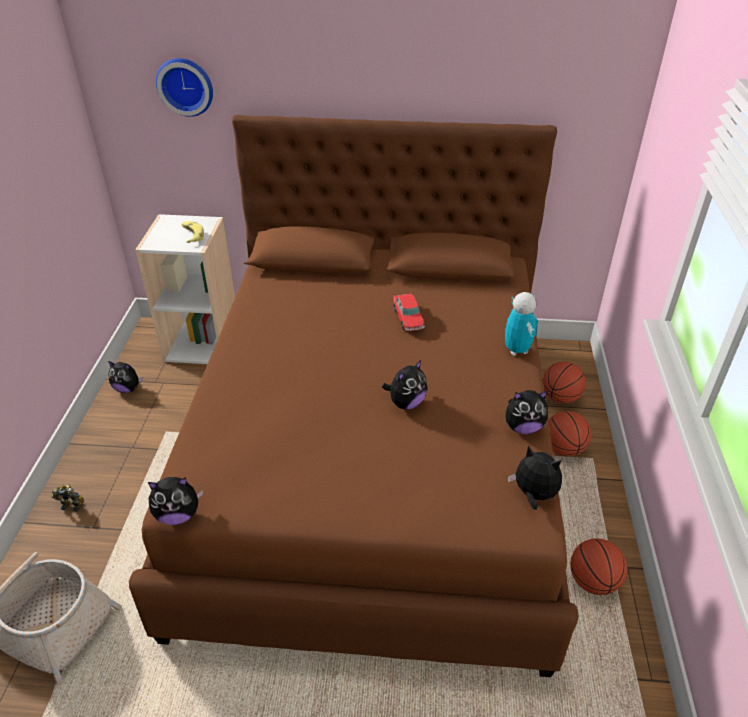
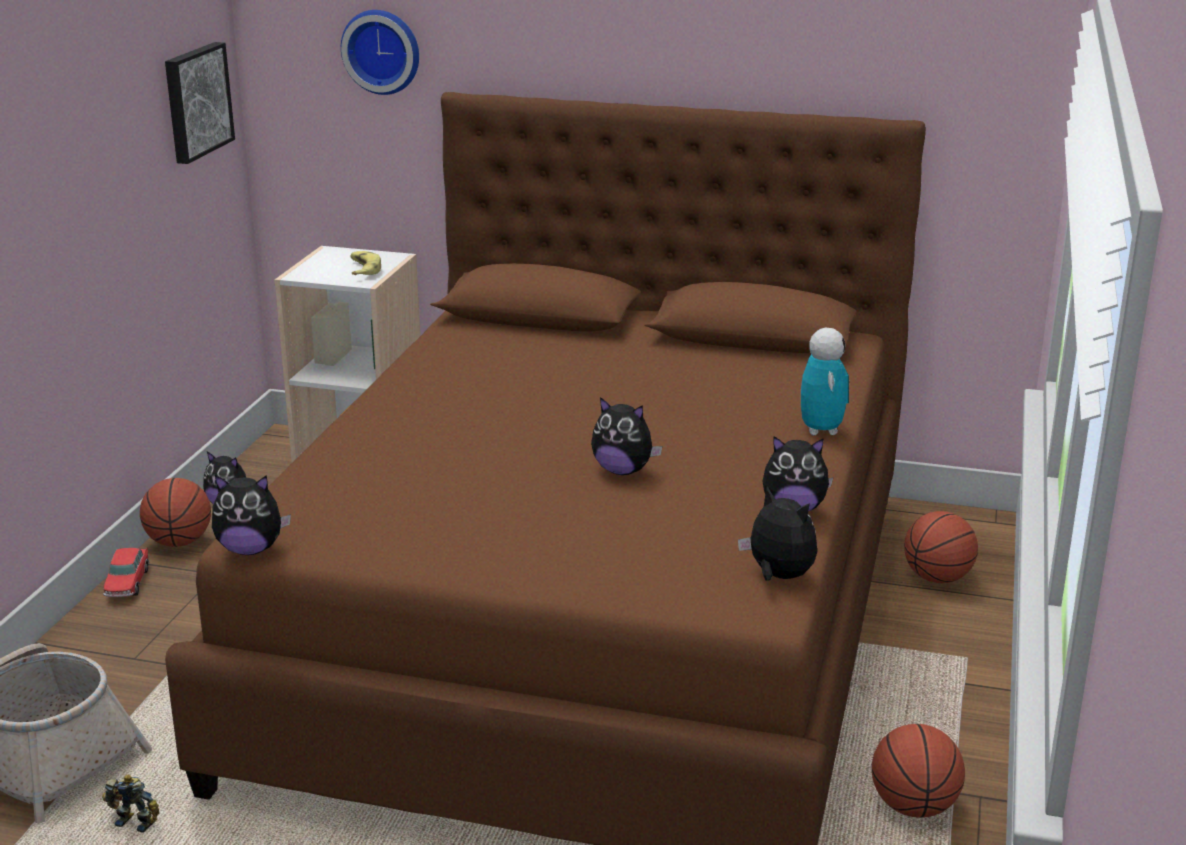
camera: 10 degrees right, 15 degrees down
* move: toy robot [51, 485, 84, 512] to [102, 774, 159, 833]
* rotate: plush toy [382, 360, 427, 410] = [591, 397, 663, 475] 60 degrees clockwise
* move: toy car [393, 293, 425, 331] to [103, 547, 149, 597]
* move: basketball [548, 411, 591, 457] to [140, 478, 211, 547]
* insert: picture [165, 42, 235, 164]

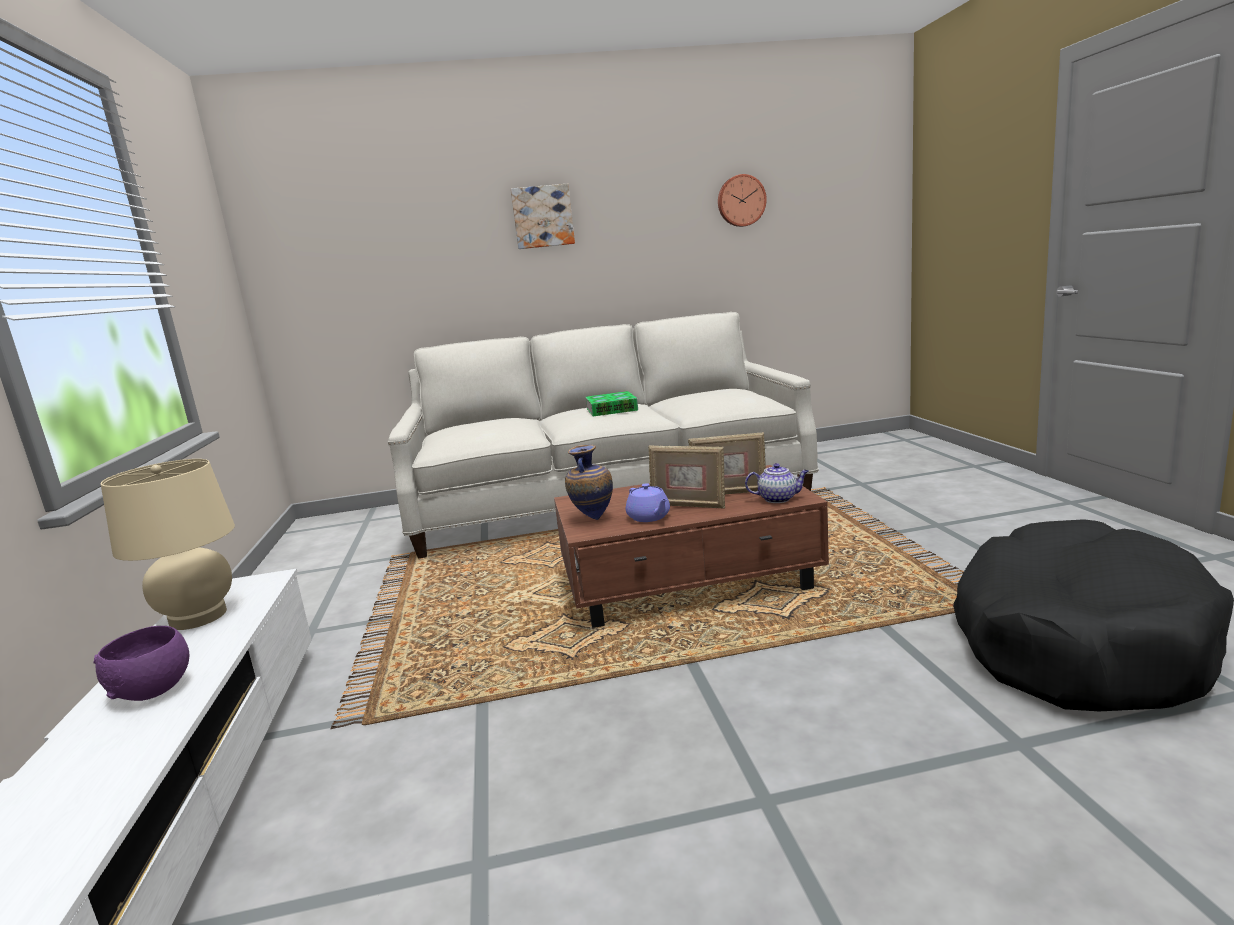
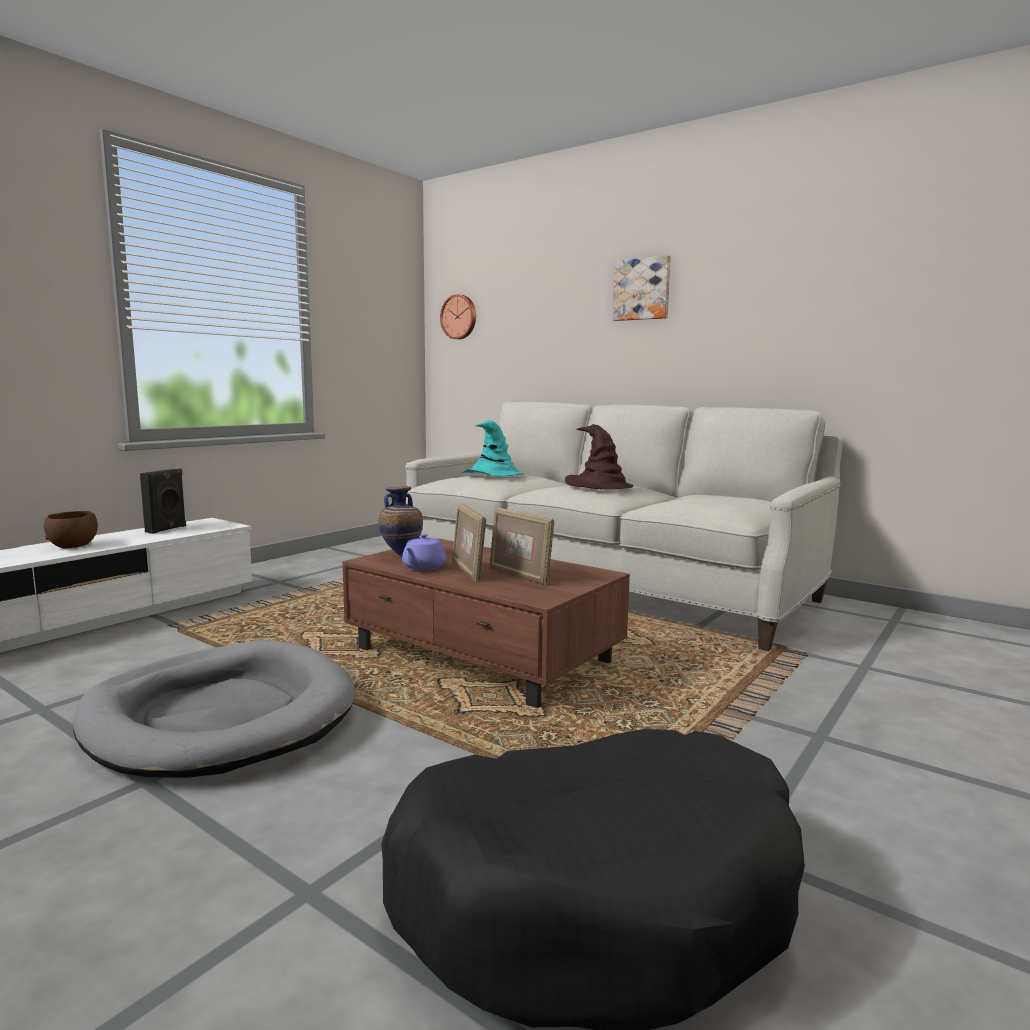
camera: 45 degrees right, 5 degrees down
* recolor: bowl in purple [93, 626, 189, 701] to bowl in brown [44, 511, 98, 549]
* replace: table lamp in beige [101, 459, 235, 630] to speaker in black [140, 469, 186, 534]
* replace: book [585, 391, 638, 416] to hat in brown [565, 424, 633, 490]
* move: wall clock [718, 174, 767, 227] to [440, 294, 476, 339]
* delete: teapot [745, 463, 809, 503]
* insert: dog bed in grey [73, 640, 356, 778]
* insert: hat in turquoise [461, 420, 524, 476]

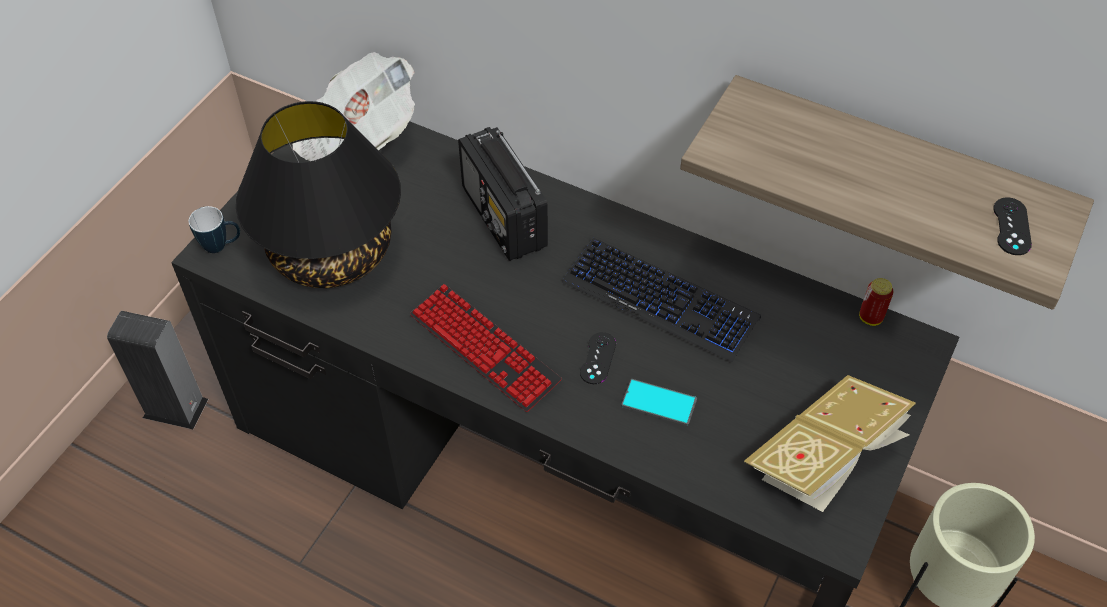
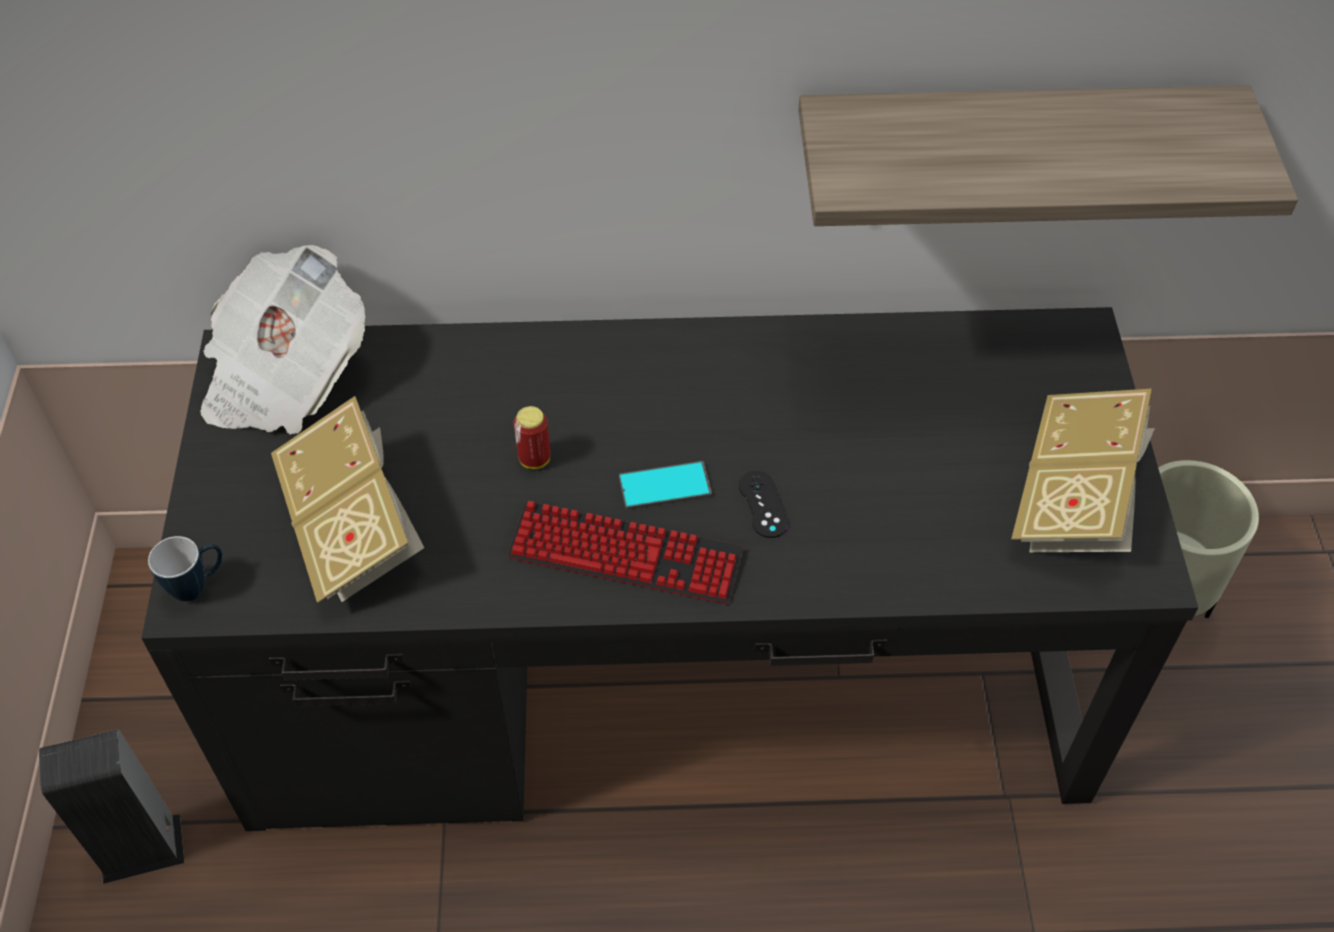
camera: 30 degrees left, 0 degrees up
* replace: table lamp in black [236, 101, 401, 288] to book [271, 396, 424, 603]
* delete: radio [458, 127, 548, 261]
* delete: keyboard [562, 238, 761, 362]
* move: phone [622, 379, 697, 426] to [619, 461, 712, 510]
* move: can [859, 278, 893, 326] to [514, 406, 550, 469]
* delete: game controller in black [993, 197, 1032, 255]

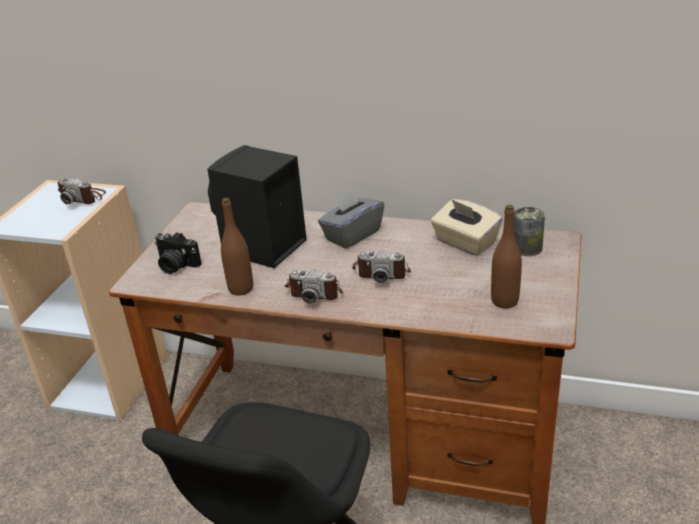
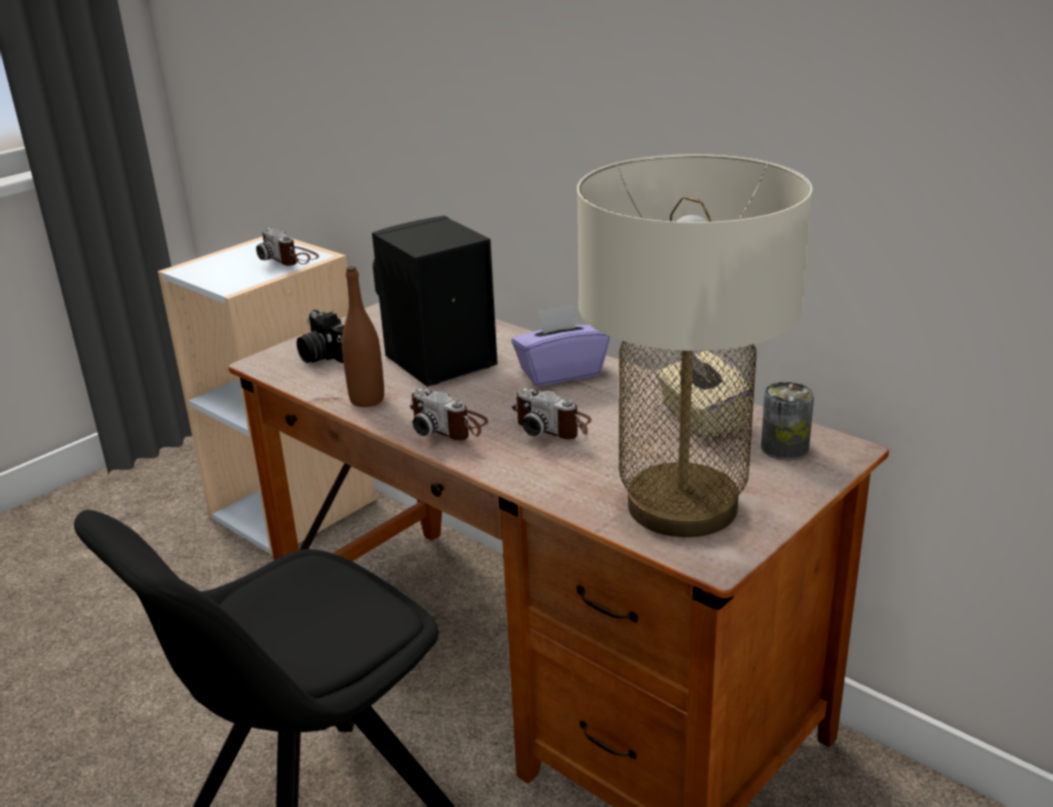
camera: 25 degrees right, 5 degrees down
* recolor: tissue box in grey [318, 188, 384, 249] to tissue box in purple [511, 304, 610, 386]
* replace: bottle in brown [491, 205, 522, 308] to table lamp [577, 154, 813, 537]

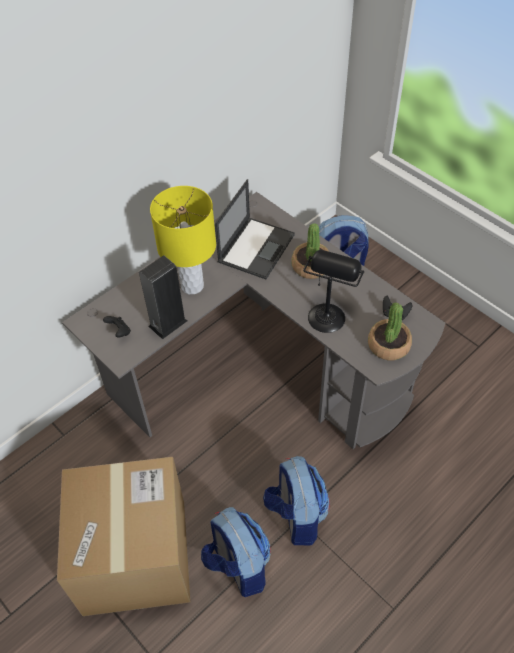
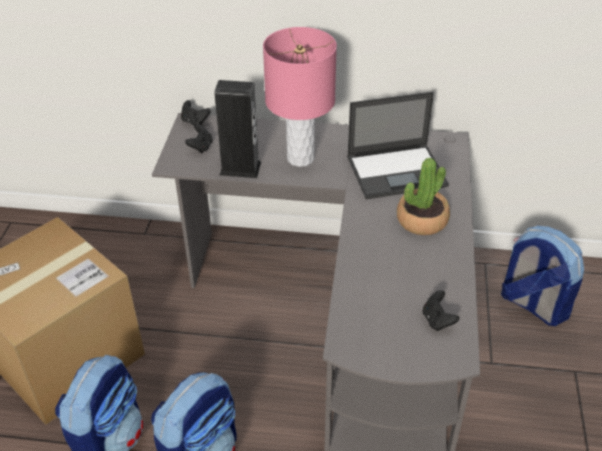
camera: 50 degrees right, 10 degrees down
* recolor: table lamp in yellow [150, 186, 216, 294] to table lamp in pink [263, 27, 337, 167]
* delete: table lamp in black [303, 250, 364, 333]
* delete: potted plant [368, 302, 412, 360]
* insert: game controller in black [181, 100, 211, 126]

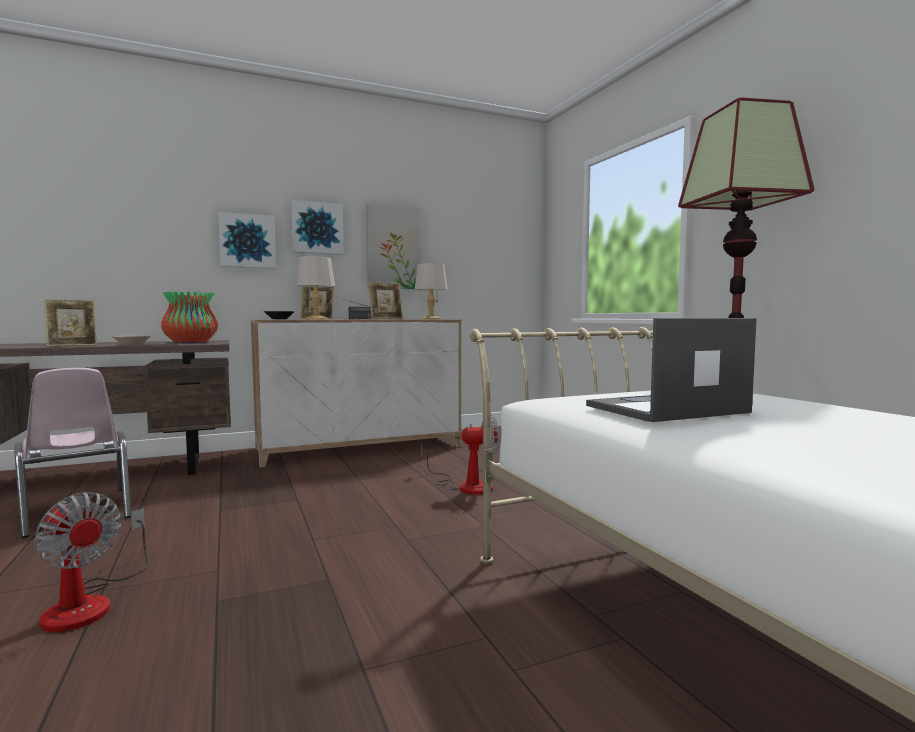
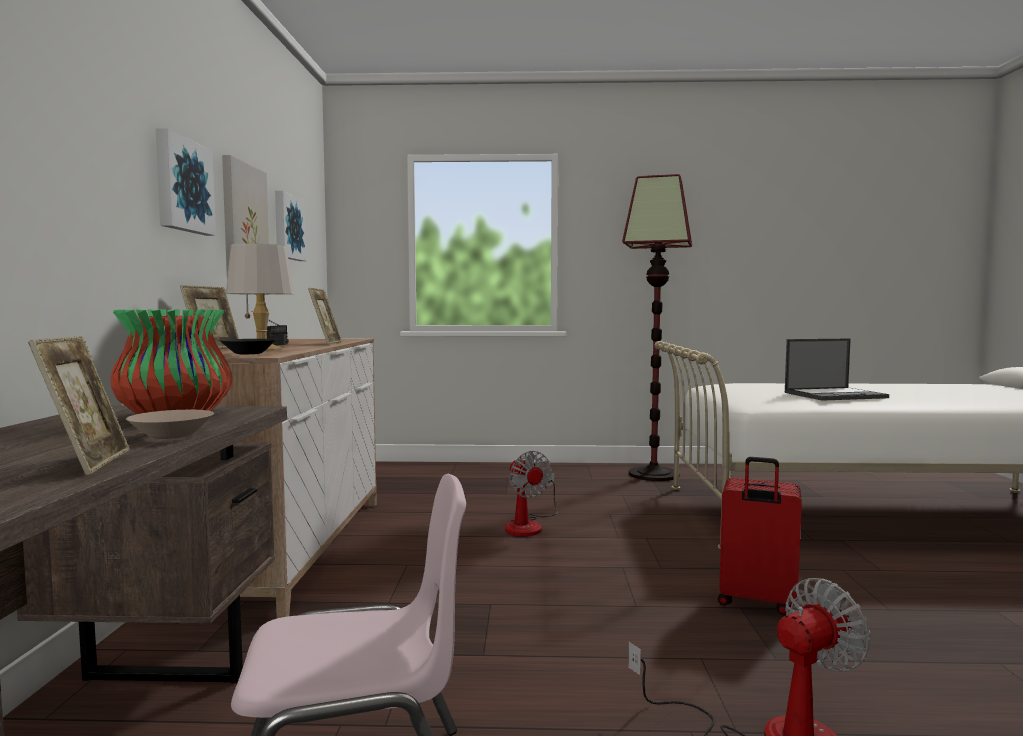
camera: 65 degrees left, 0 degrees up
* move: picture [218, 212, 276, 269] to [275, 191, 307, 261]
* delete: table lamp in grey [414, 263, 448, 319]
* rotate: fan [421, 416, 499, 495] = [505, 451, 558, 536] 135 degrees clockwise
* rotate: laptop [586, 318, 757, 422] = [785, 338, 889, 401] 105 degrees counterclockwise
* insert: suitcase in red [718, 457, 802, 615]

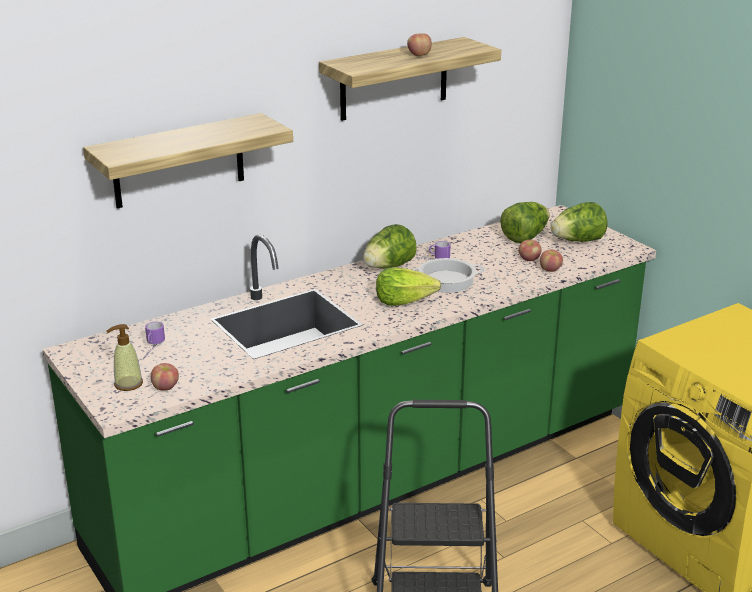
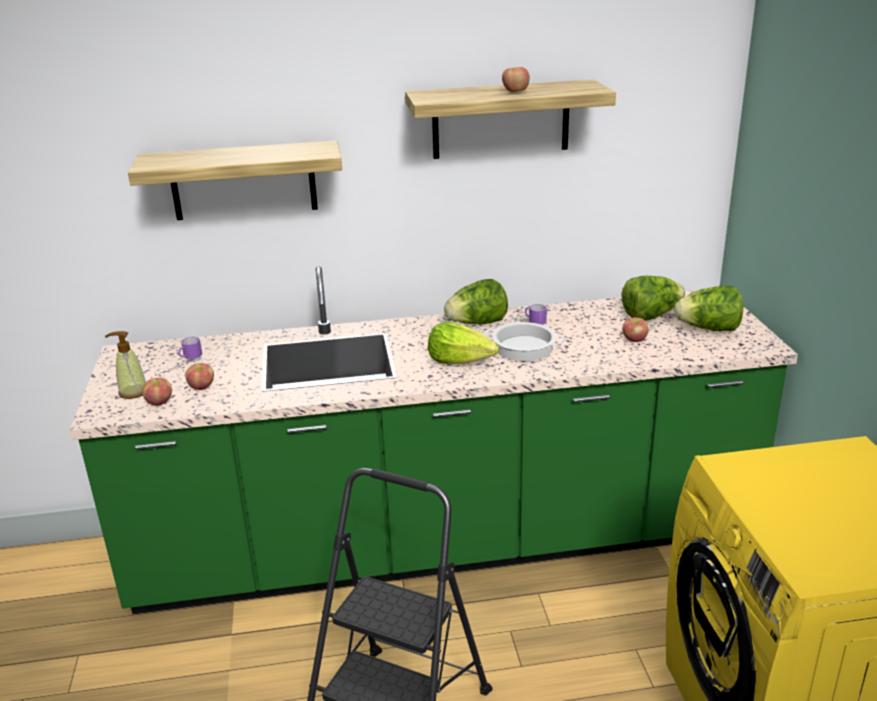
camera: 25 degrees right, 0 degrees up
* move: apple [540, 249, 563, 272] to [185, 363, 214, 390]

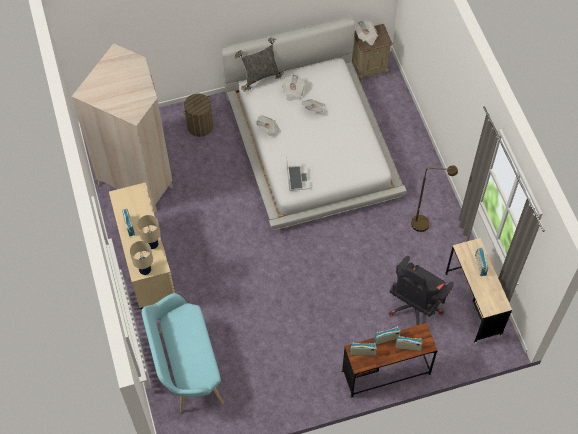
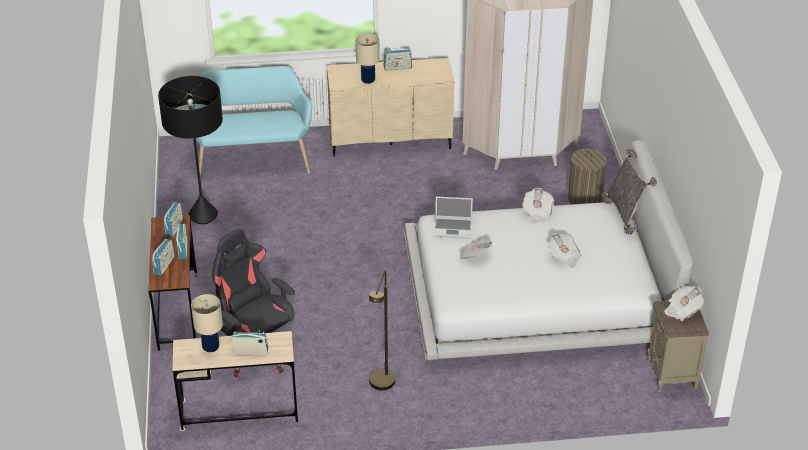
camera: 100 degrees right, 20 degrees down
* move: table lamp in beige [130, 241, 153, 275] to [191, 294, 223, 352]
* move: newspaper [282, 74, 305, 101] to [459, 238, 492, 259]
* insert: floor lamp in black [158, 76, 223, 224]

